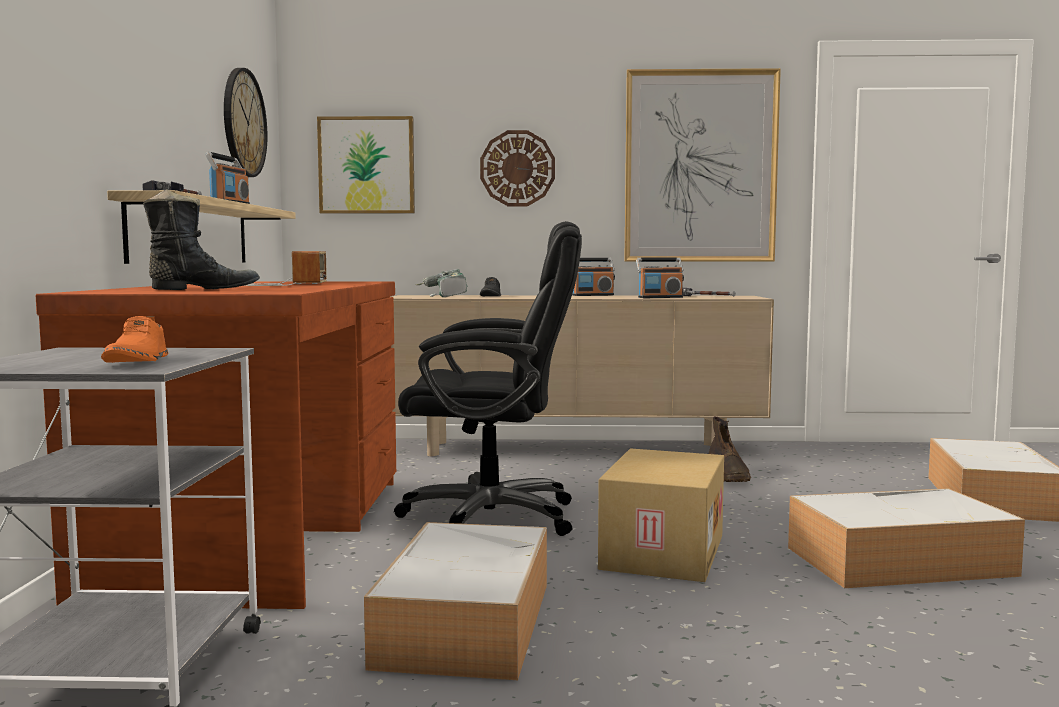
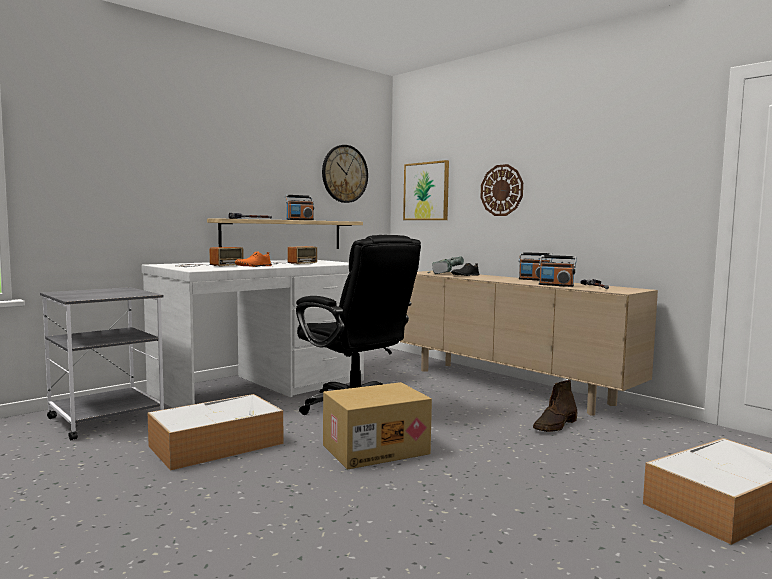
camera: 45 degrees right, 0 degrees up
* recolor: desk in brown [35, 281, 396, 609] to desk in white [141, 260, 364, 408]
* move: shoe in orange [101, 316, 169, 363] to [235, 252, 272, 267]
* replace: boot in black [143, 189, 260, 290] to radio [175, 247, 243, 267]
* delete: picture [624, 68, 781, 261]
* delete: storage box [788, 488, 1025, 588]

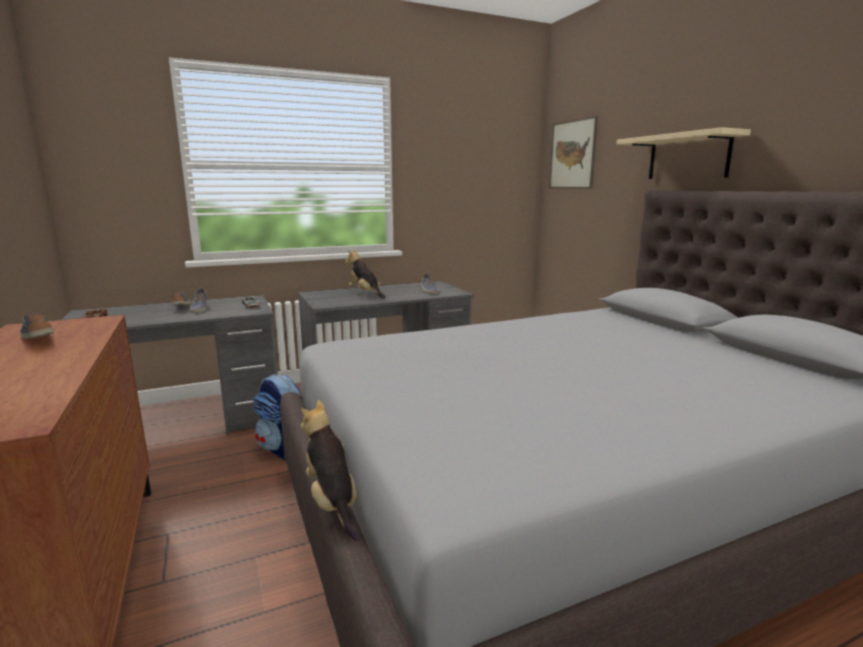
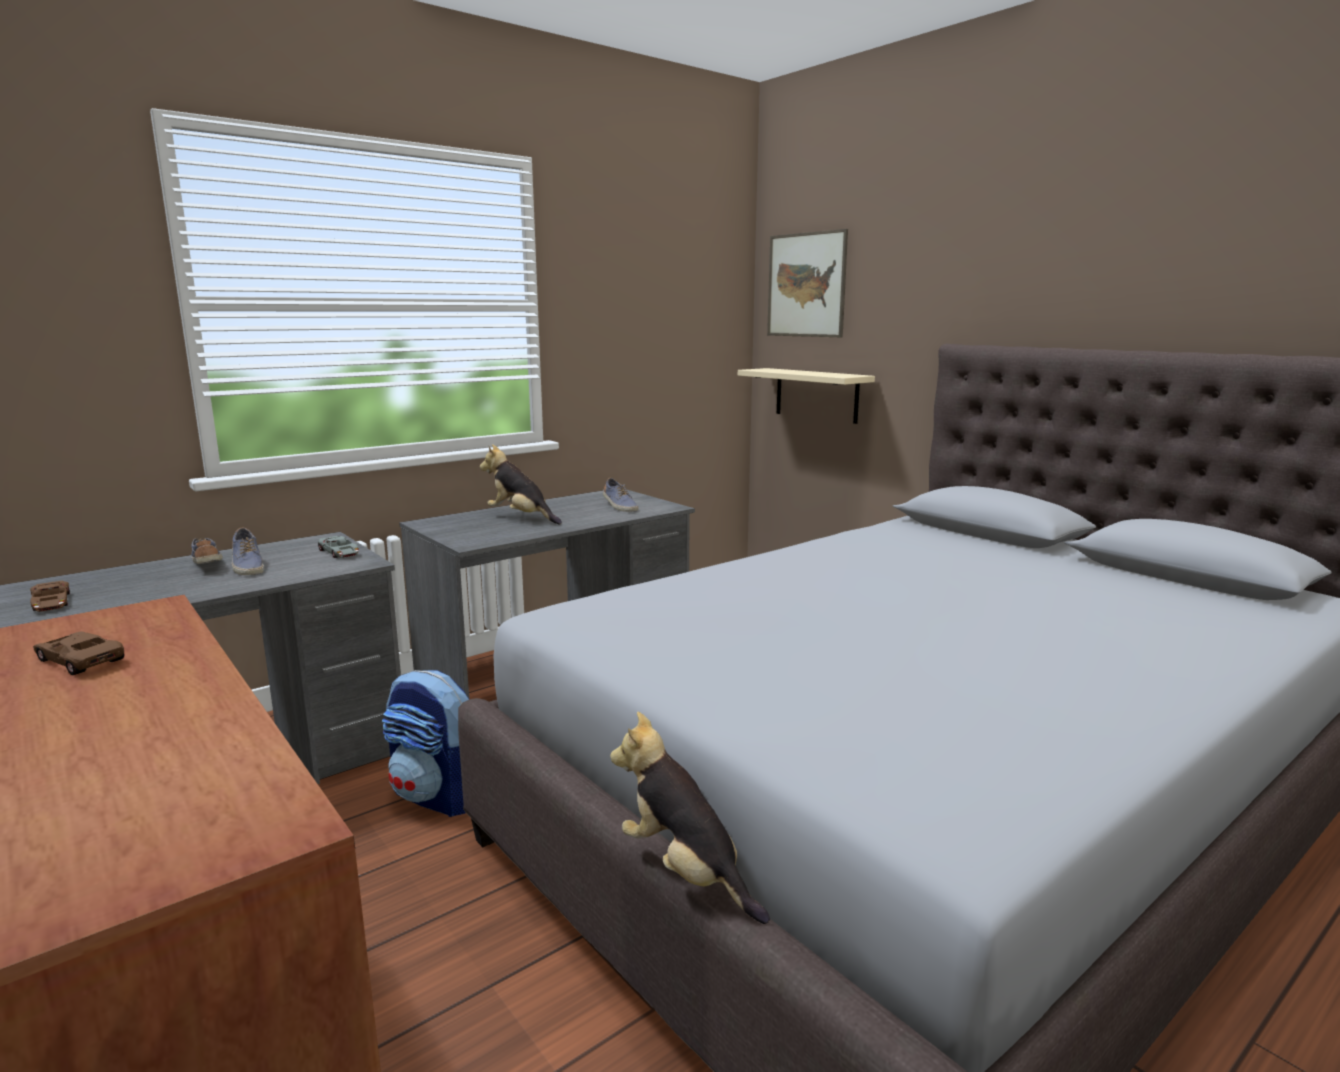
camera: 15 degrees left, 0 degrees up
* replace: shoe [20, 315, 54, 339] to toy car in brown [33, 632, 124, 675]
* move: shelf in beige [616, 127, 751, 179] to [738, 368, 875, 424]

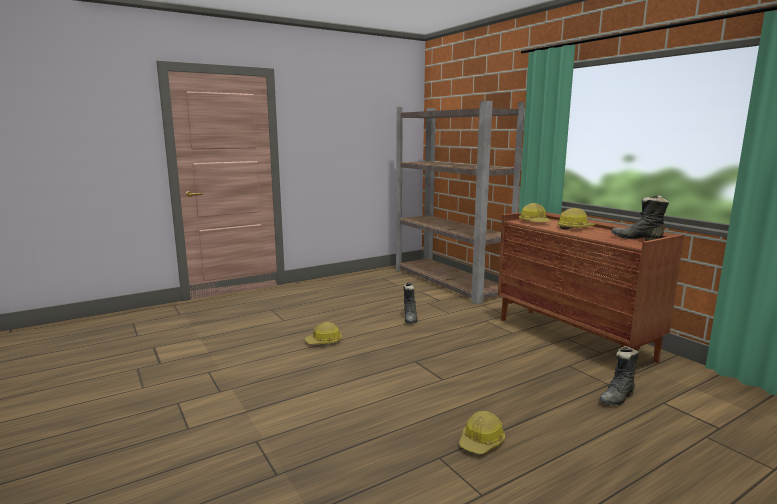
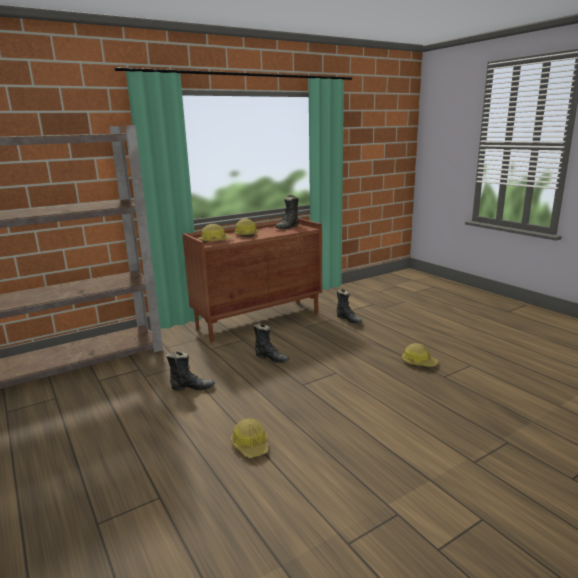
camera: 90 degrees left, 5 degrees up
* insert: boot in black [253, 323, 289, 363]

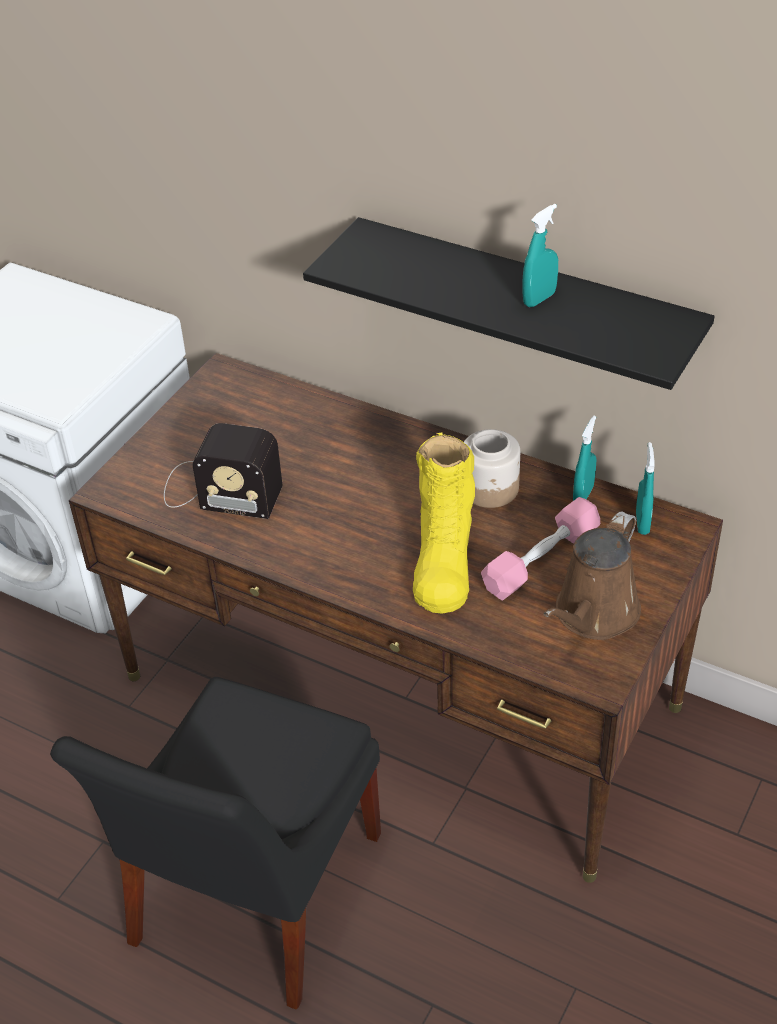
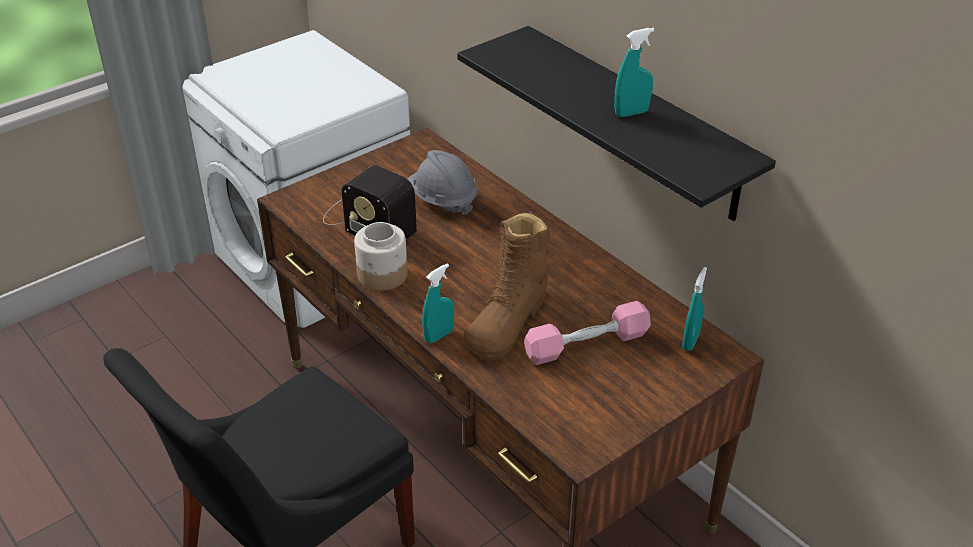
camera: 20 degrees right, 5 degrees down
* recolor: boot in yellow [413, 432, 475, 614] to boot in brown [464, 211, 550, 361]
* move: jar [464, 429, 520, 508] to [354, 222, 408, 291]
* delete: watering can in brown [543, 511, 641, 640]
* move: spray bottle in turquoise [573, 416, 597, 501] to [422, 263, 454, 343]
* insert: hard hat in grey [408, 150, 477, 215]

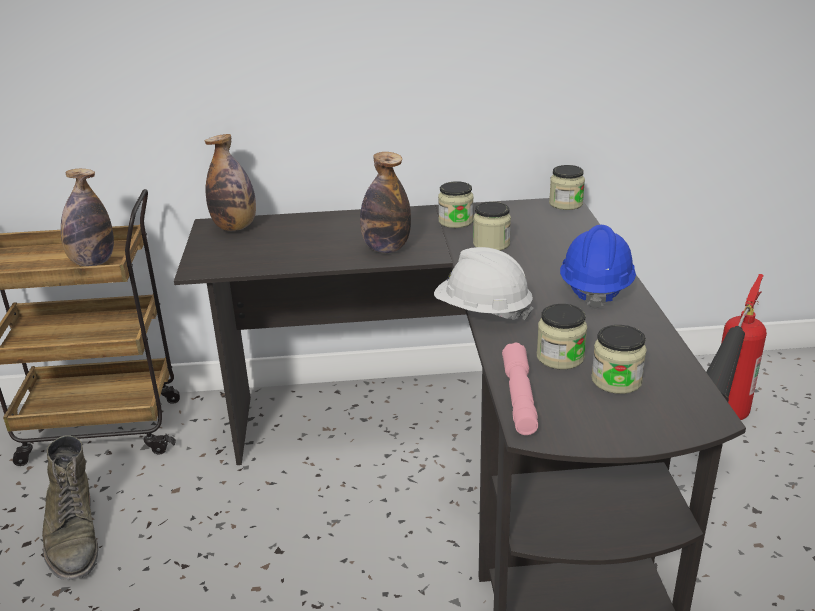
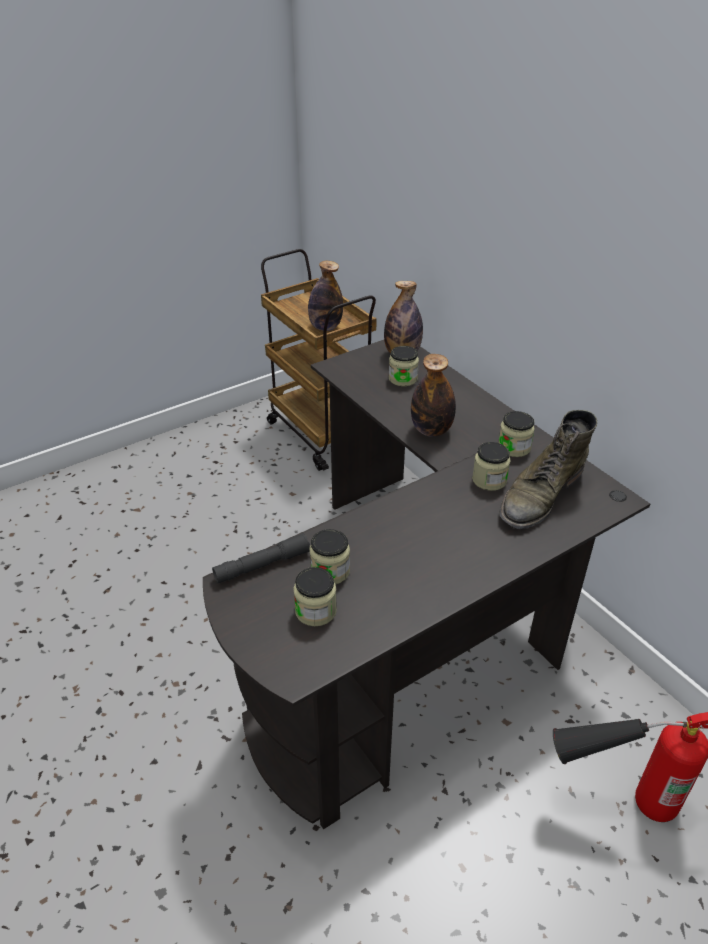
camera: 60 degrees right, 10 degrees up
* move: boot in green [42, 435, 98, 580] to [500, 410, 597, 529]
* delete: hard hat in white [434, 247, 533, 321]
* recolor: flashlight in pink [502, 343, 538, 435] to flashlight in grey [212, 533, 310, 583]
* move: jar [549, 165, 585, 210] to [389, 346, 419, 386]
* delete: hard hat in blue [560, 225, 636, 310]

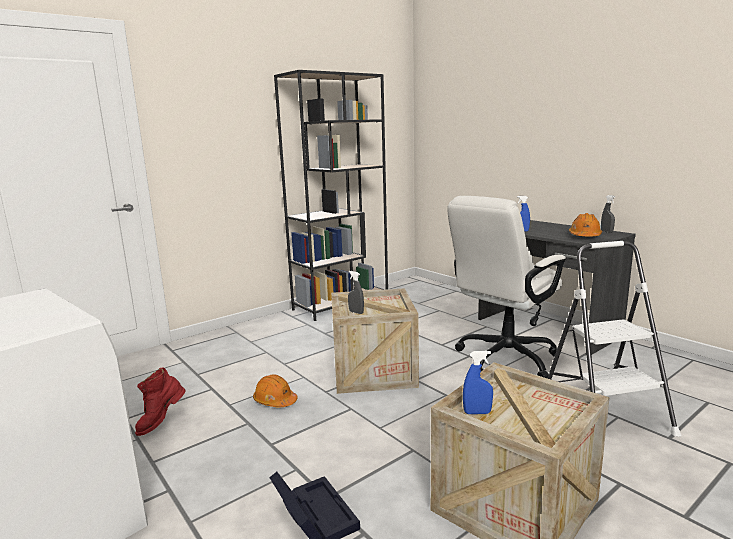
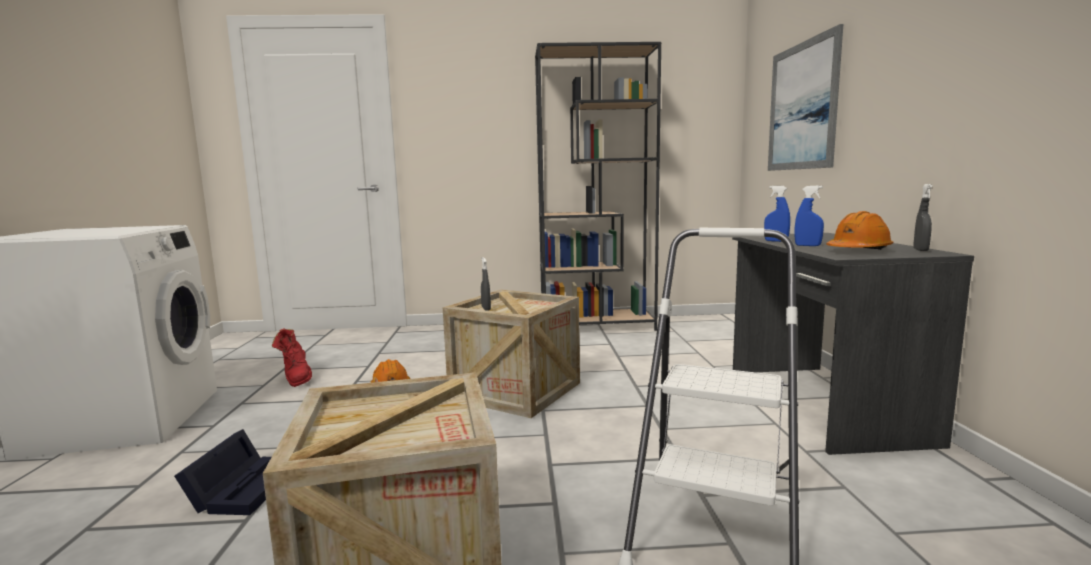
camera: 35 degrees right, 5 degrees down
* rotate: boot in red [135, 367, 185, 436] = [272, 328, 312, 387] 90 degrees counterclockwise
* delete: office chair in white [447, 196, 566, 378]
* move: spray bottle in blue [463, 351, 493, 414] to [794, 186, 824, 246]
* insert: picture [768, 24, 843, 171]

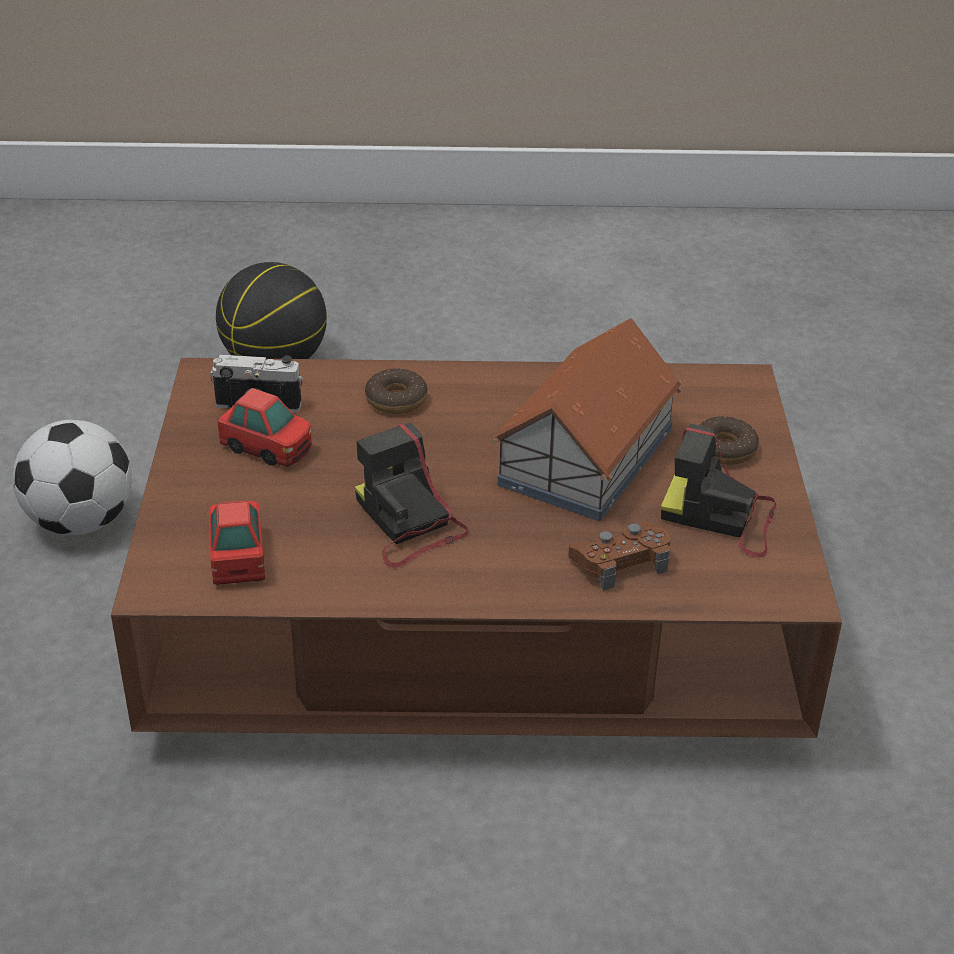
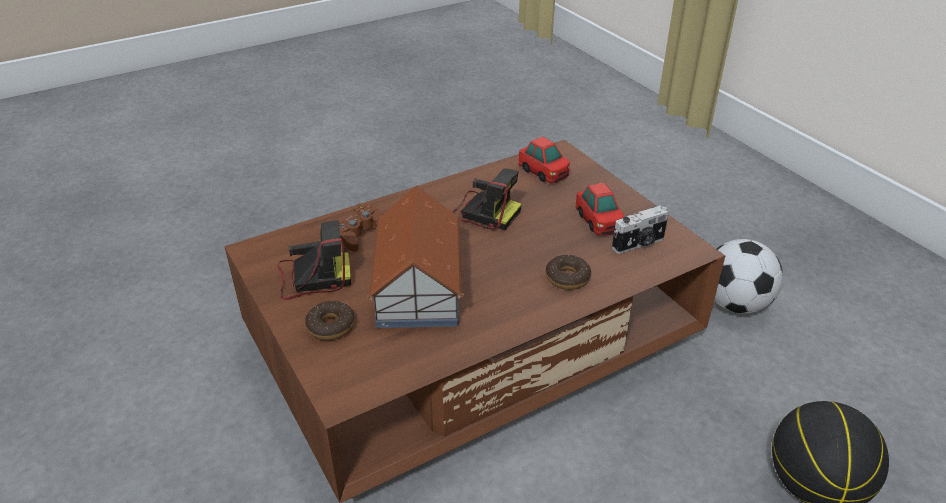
camera: 150 degrees right, 0 degrees up
* rotate: toy car [217, 388, 312, 467] = [575, 183, 624, 236] 105 degrees counterclockwise

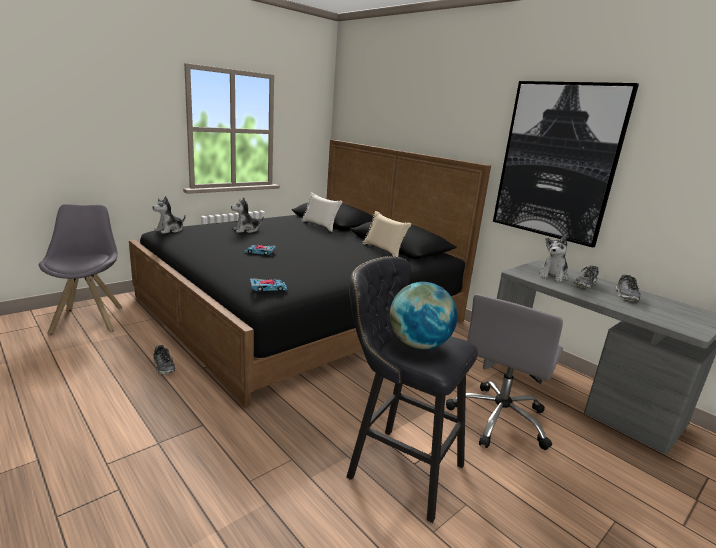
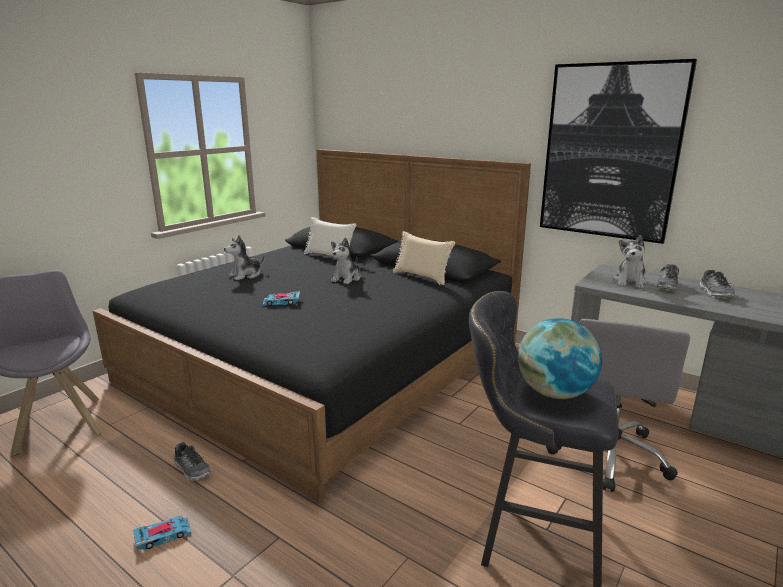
camera: 10 degrees left, 0 degrees up
* move: plush toy [152, 196, 186, 234] to [331, 238, 361, 284]
* move: toy car [250, 279, 288, 291] to [133, 516, 191, 550]

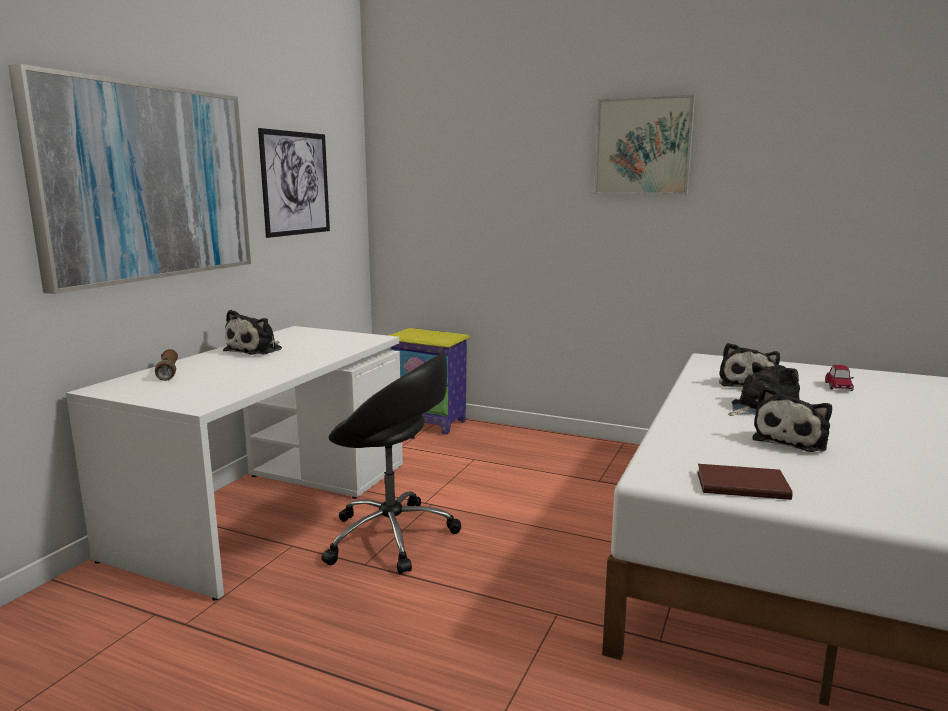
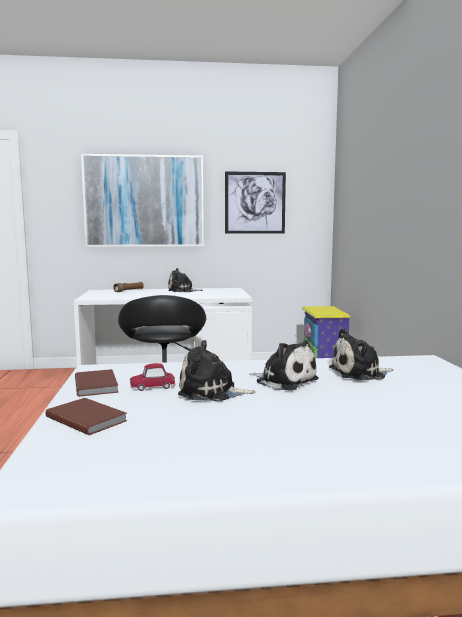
camera: 60 degrees right, 5 degrees down
* delete: picture [594, 95, 695, 195]
* move: toy car [825, 365, 854, 391] to [130, 363, 176, 391]
* insert: book in brown [46, 398, 127, 435]

